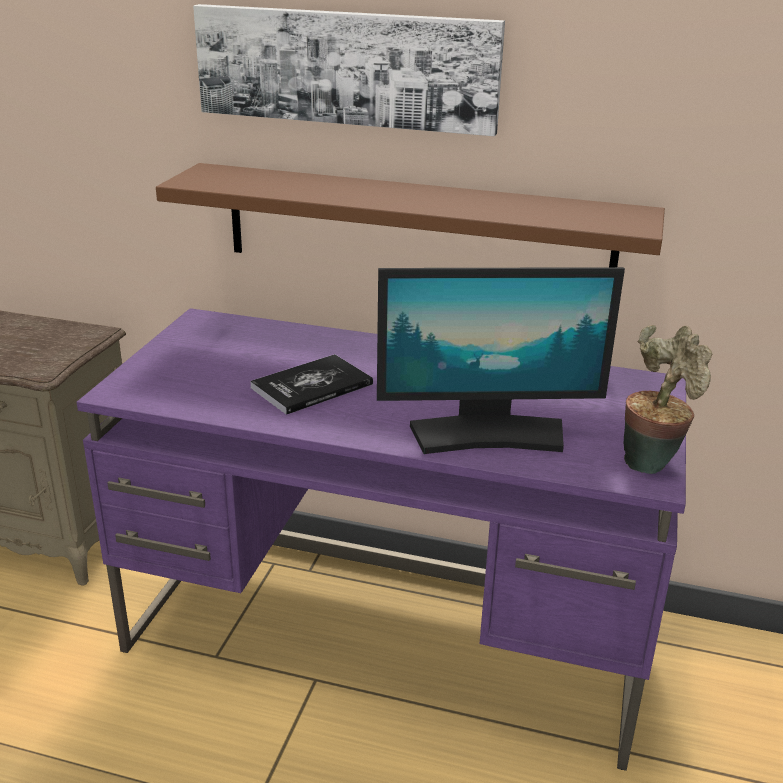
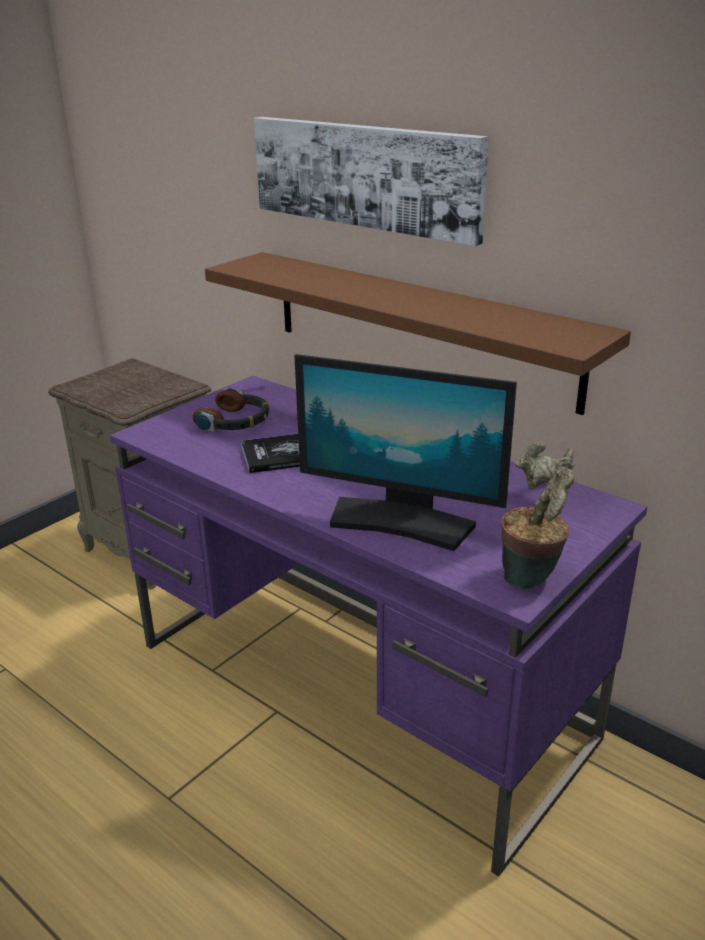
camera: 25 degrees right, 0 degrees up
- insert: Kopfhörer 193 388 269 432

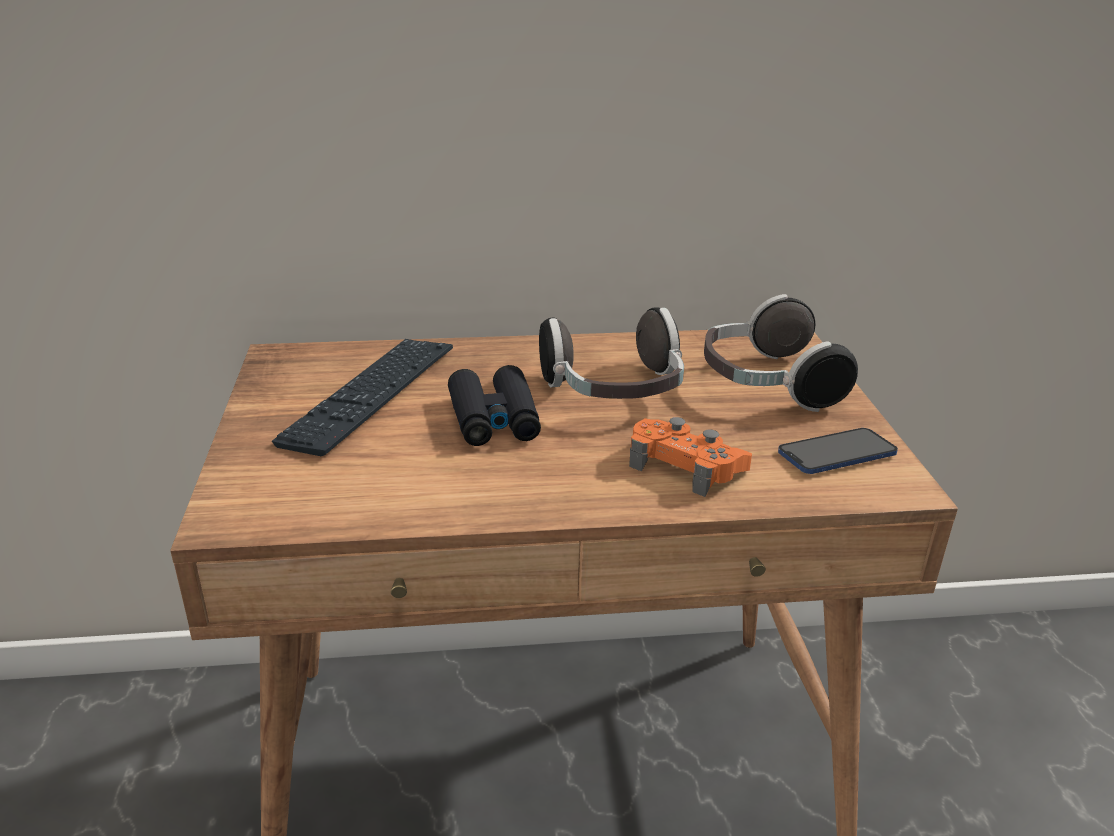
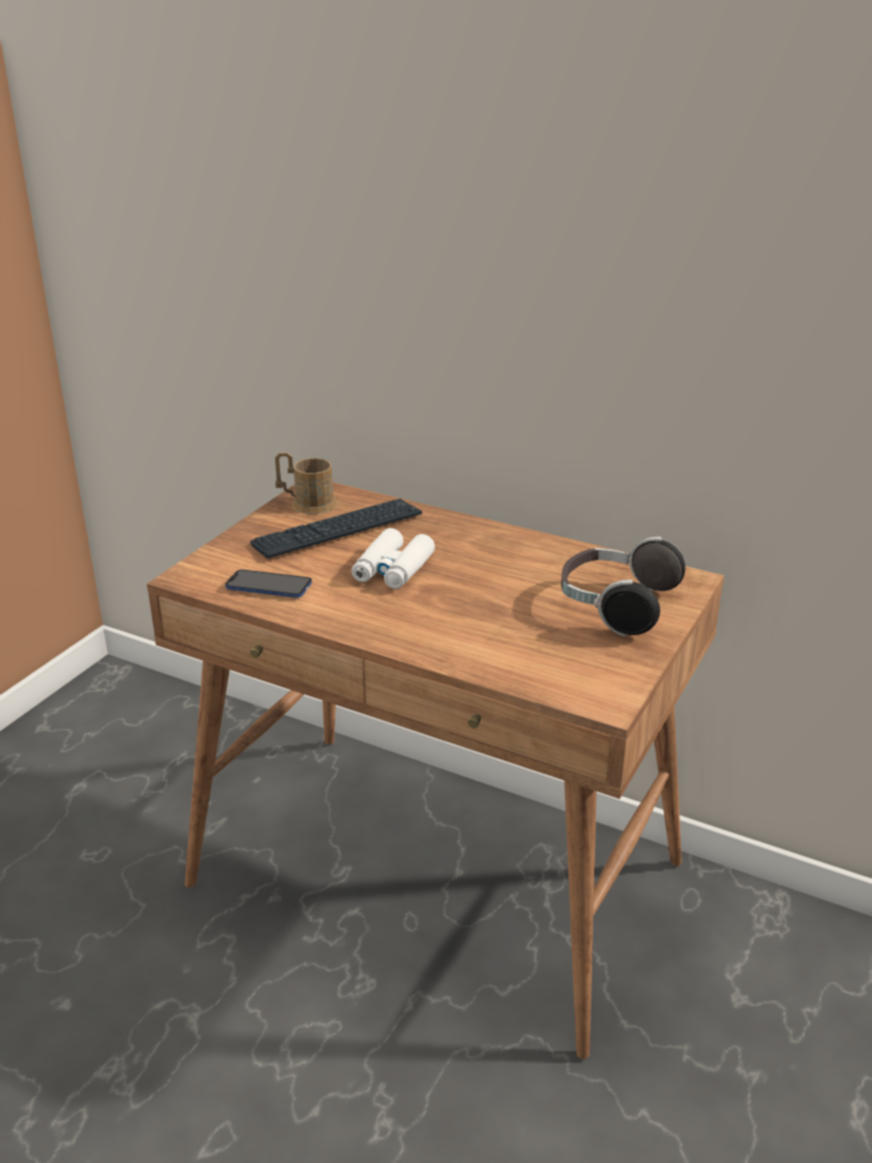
camera: 35 degrees right, 0 degrees up
- recolor: Fernglas/schwarz 448 365 541 446 to Fernglas/weiß 352 528 435 589
- delete: Kopfhörer 539 307 684 399
- delete: Gamepad/orange 629 417 752 497
- move: Handy 778 428 898 474 to 225 570 312 598
- insert: Henkelbecher/braun 275 452 338 514

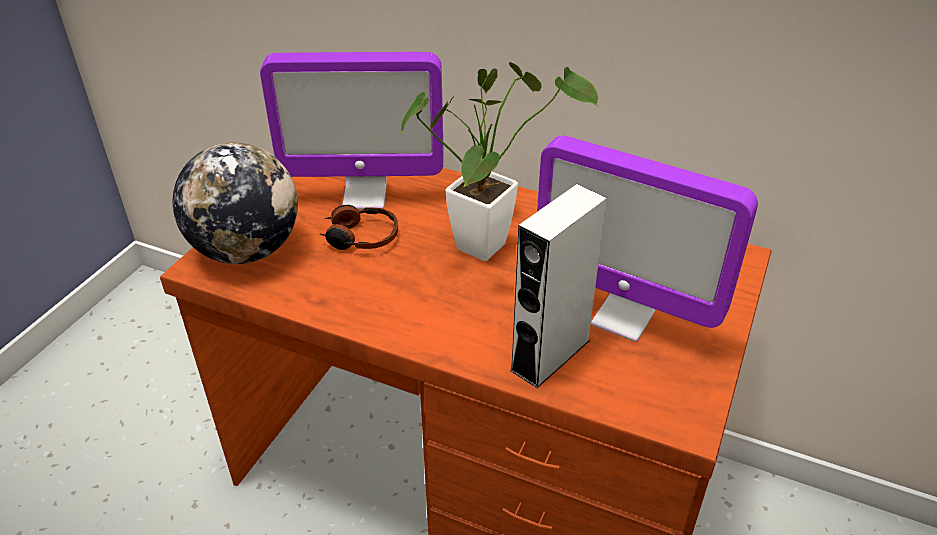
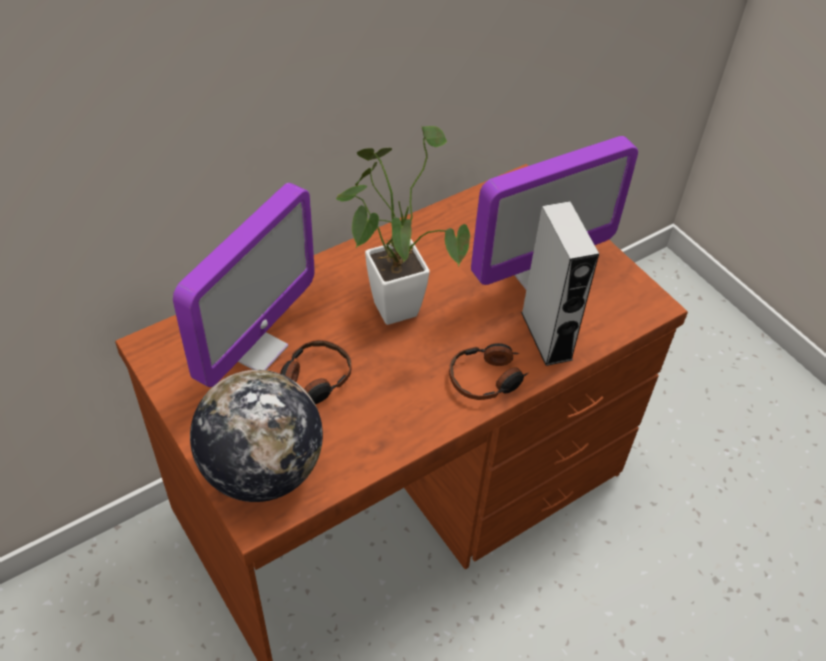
camera: 60 degrees left, 10 degrees up
- insert: Kopfhörer 449 343 528 400

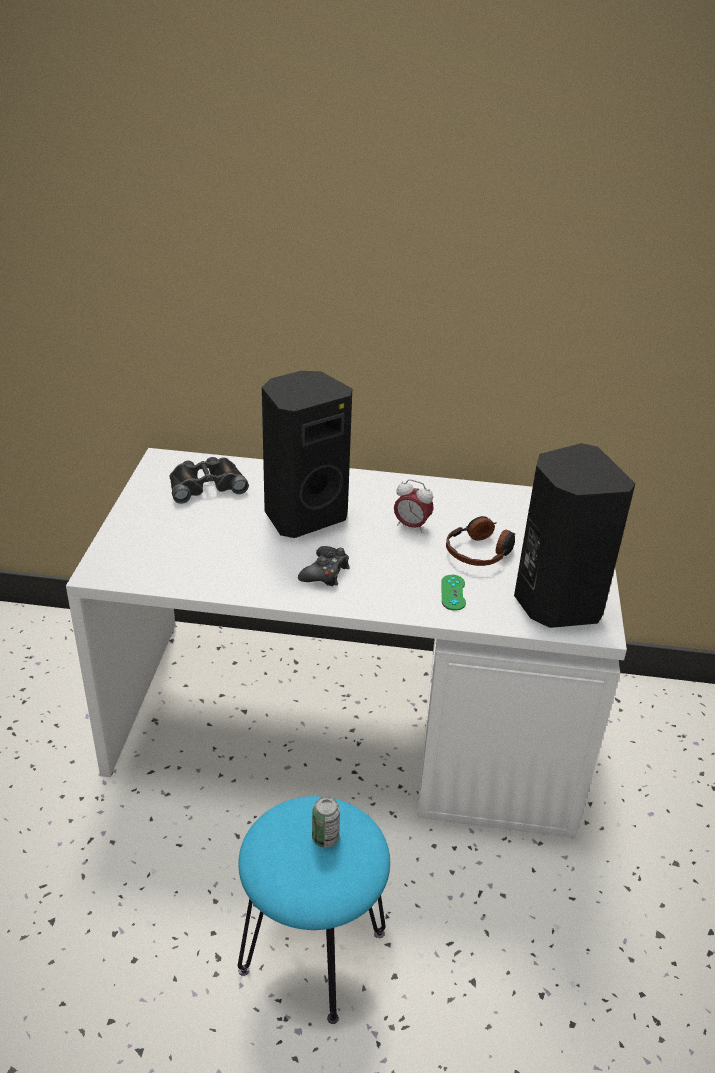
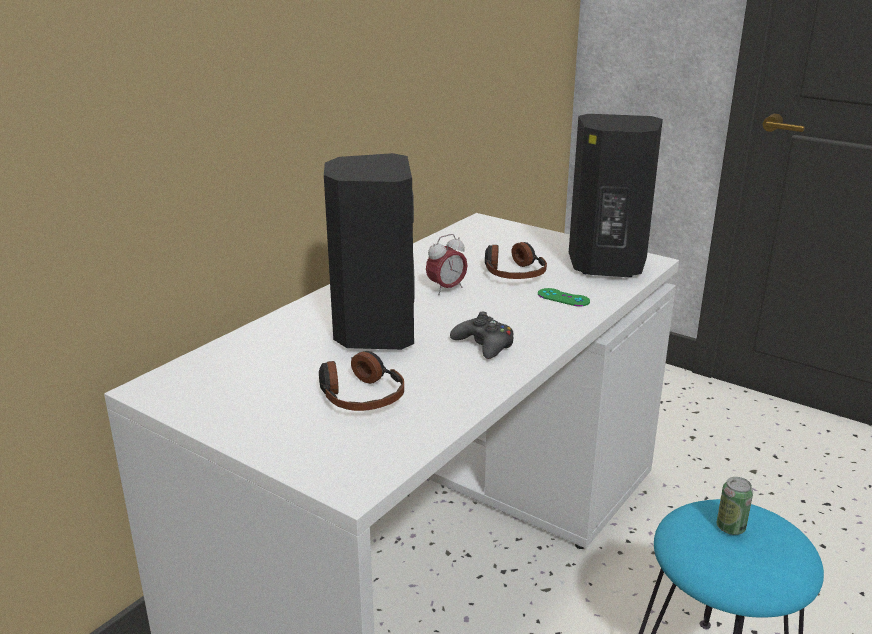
camera: 60 degrees left, 10 degrees down
- delete: Fernglas/schwarz 169 457 249 504
- insert: Kopfhörer 319 351 404 411

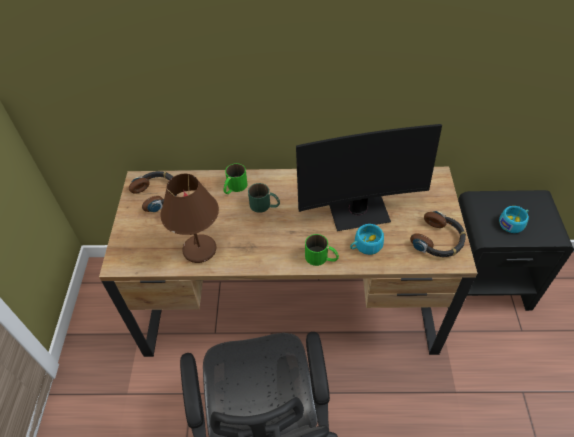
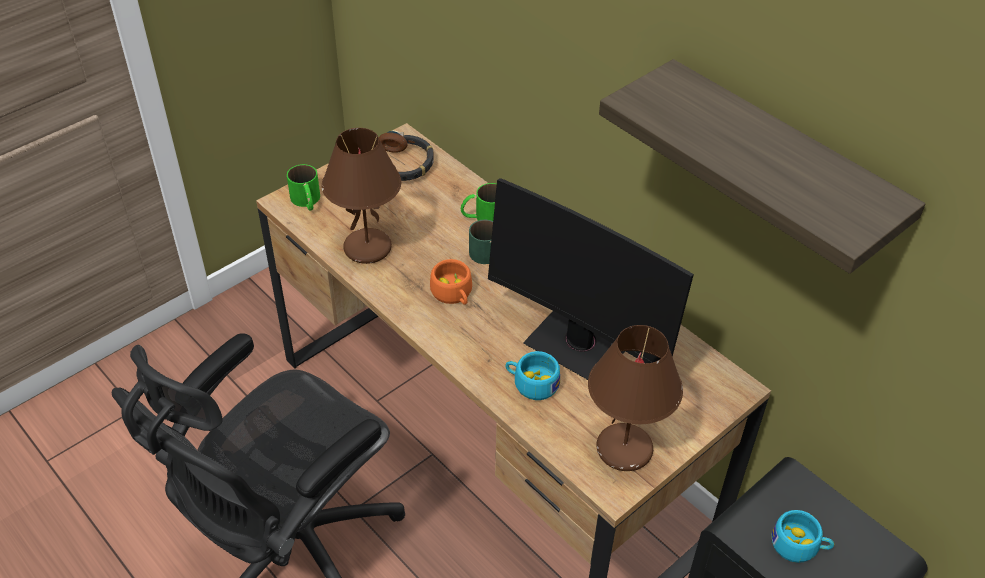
camera: 45 degrees right, 5 degrees down
- move: Henkelbecher/grün 305 234 339 266 to 287 164 320 211
- replace: Kopfhörer 410 211 466 257 to Tischlampe/braun 588 325 683 471
- insert: Tasse/orange 430 259 472 305
- insert: Wandregal 599 59 926 274

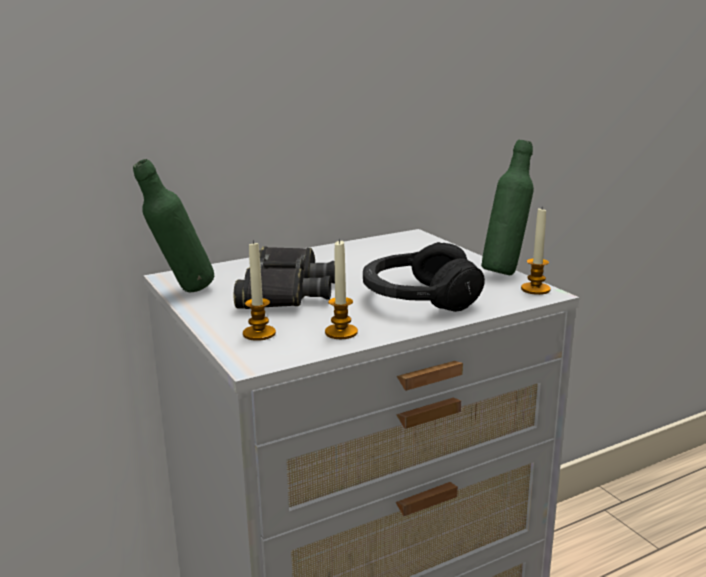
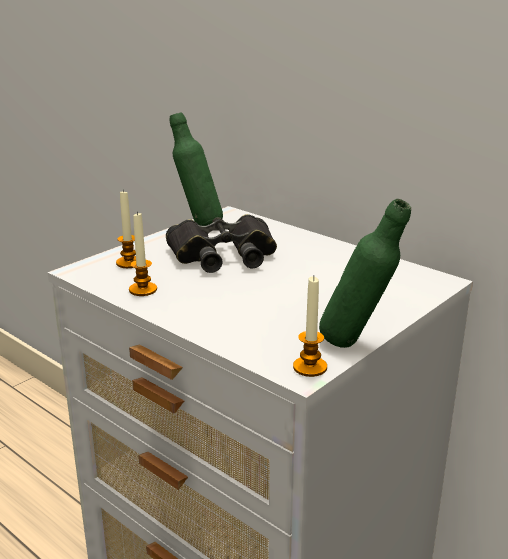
camera: 70 degrees right, 5 degrees up
- delete: Kopfhörer/schwarz 363 242 485 312

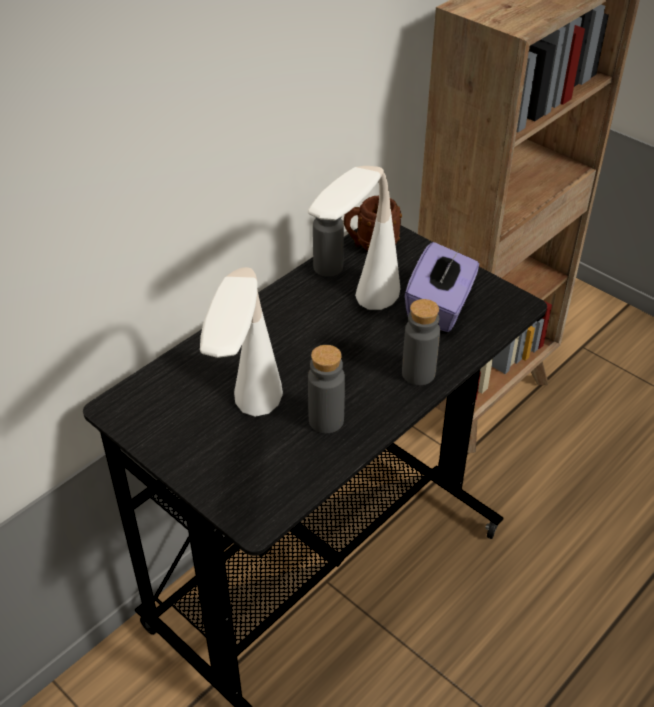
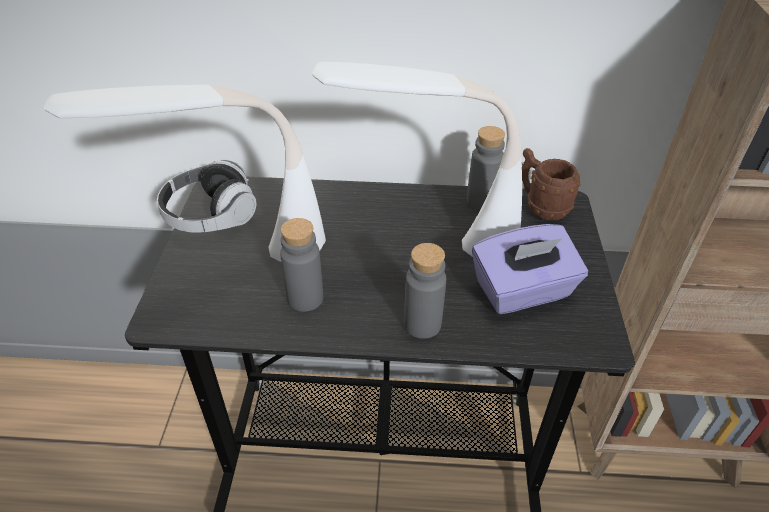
camera: 50 degrees right, 0 degrees up
- insert: Kopfhörer 157 160 256 233

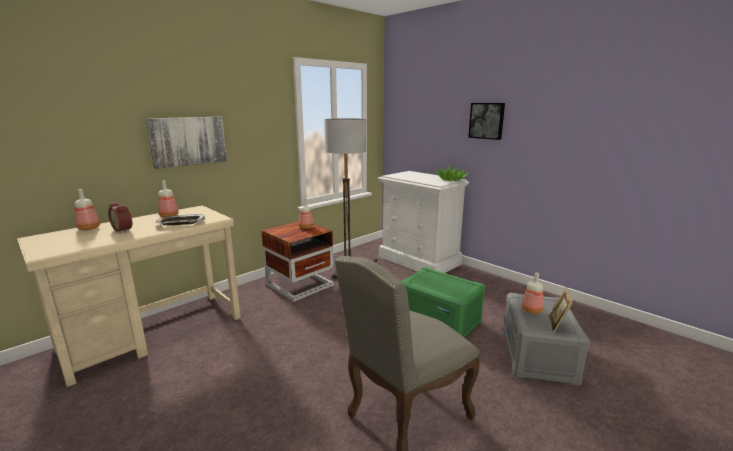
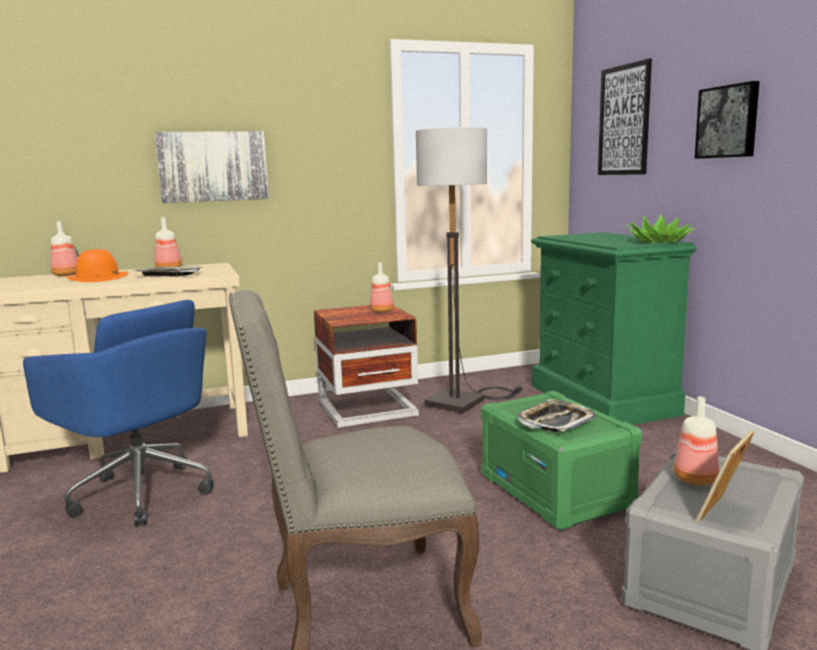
camera: 25 degrees right, 5 degrees down
- replace: Wecker 108 202 132 232 to Hut/orange 66 249 129 282
- recolor: Kommode/weiß 378 171 469 273 to Kommode/grün 531 232 697 425
- insert: Bürostuhl/blau 23 300 214 526
- insert: Tablett 518 399 596 432
- insert: Bild 598 58 652 175

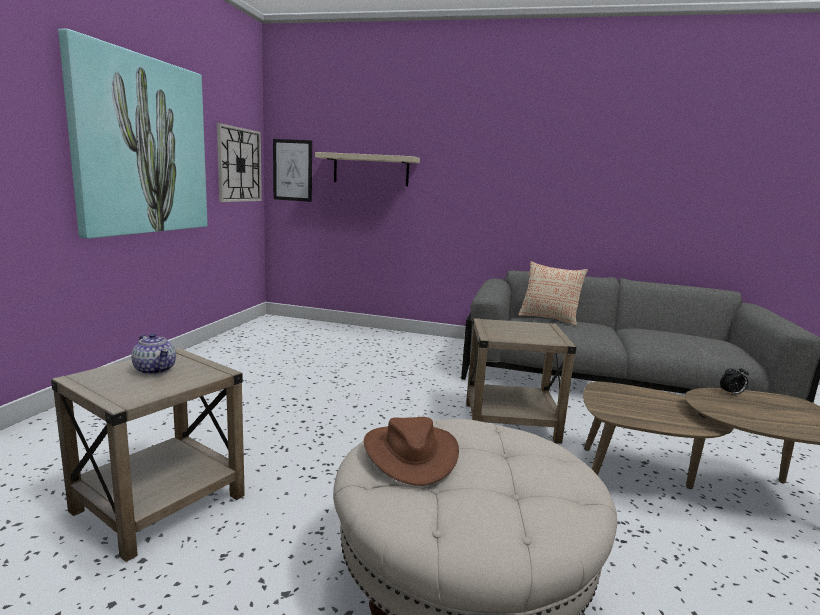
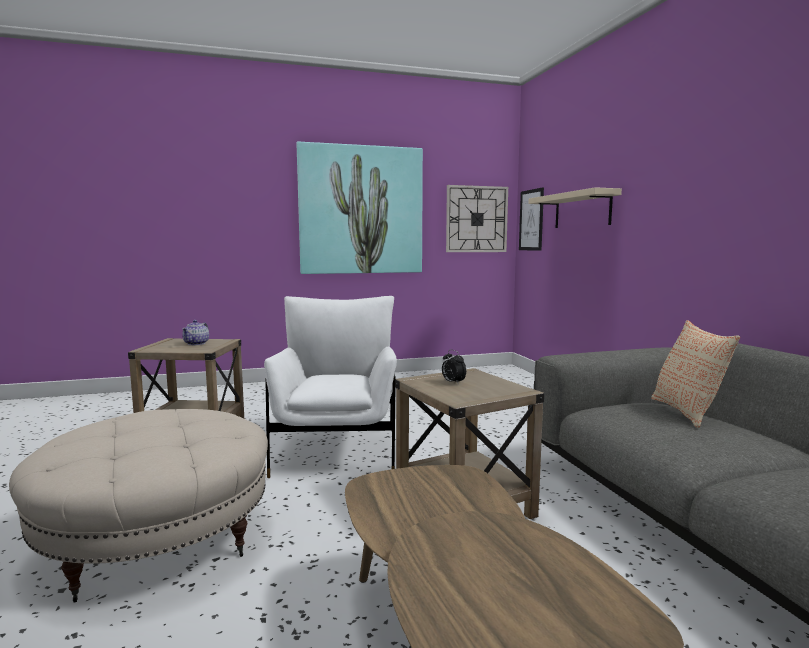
camera: 60 degrees right, 5 degrees down
- delete: Hut/braun 364 417 459 486
- move: Wecker 720 365 749 394 to 442 350 466 385
- insert: Sessel/weiß 264 296 397 478

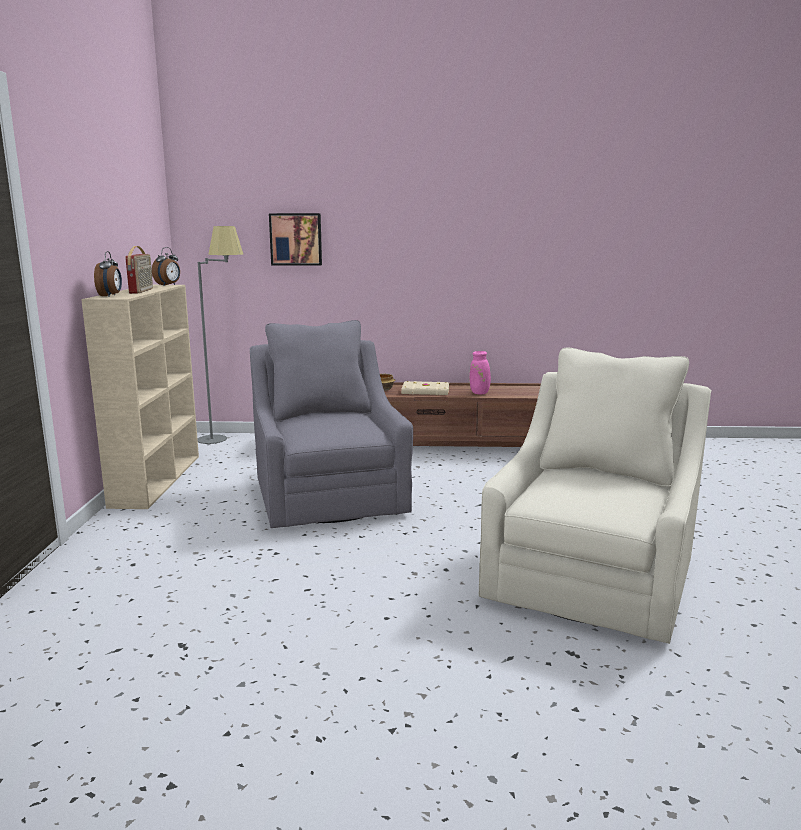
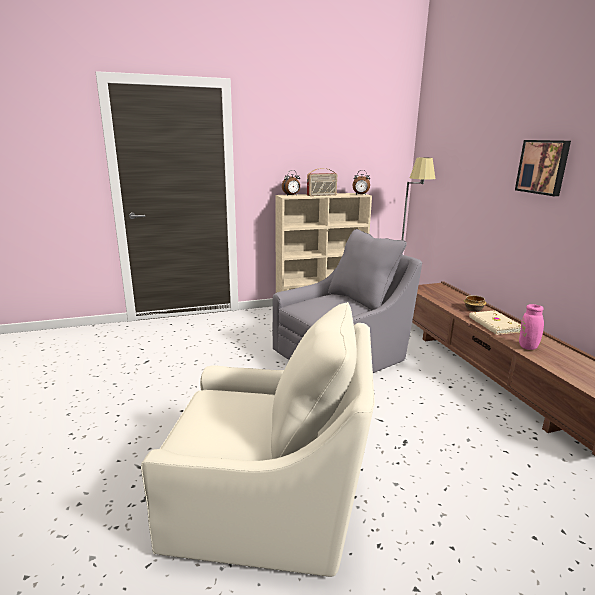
camera: 70 degrees right, 5 degrees up
- move: Bild 269 213 322 265 to 515 140 571 196

